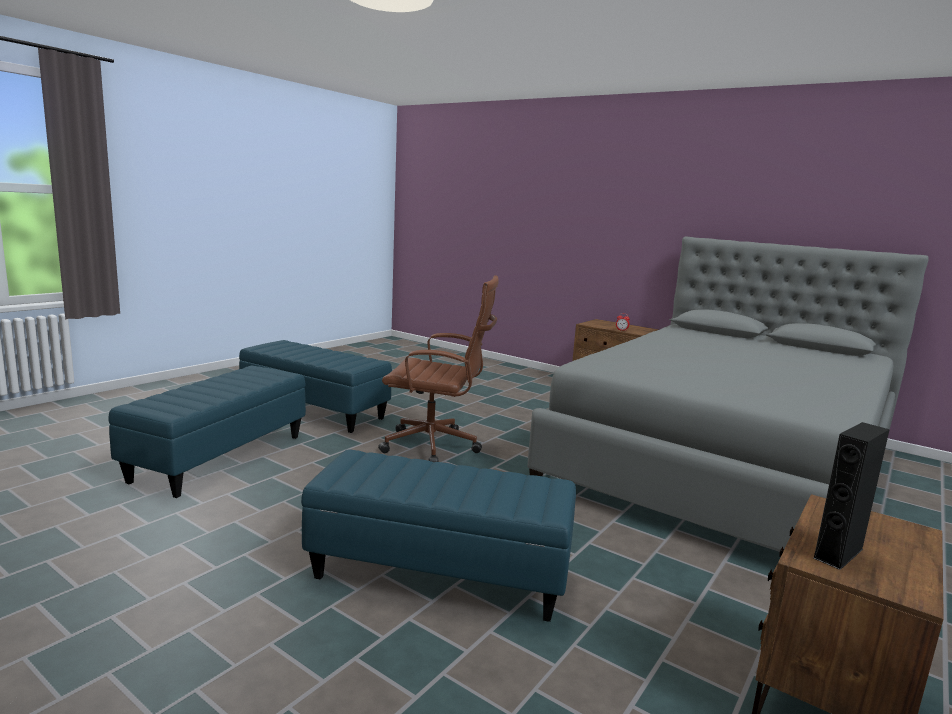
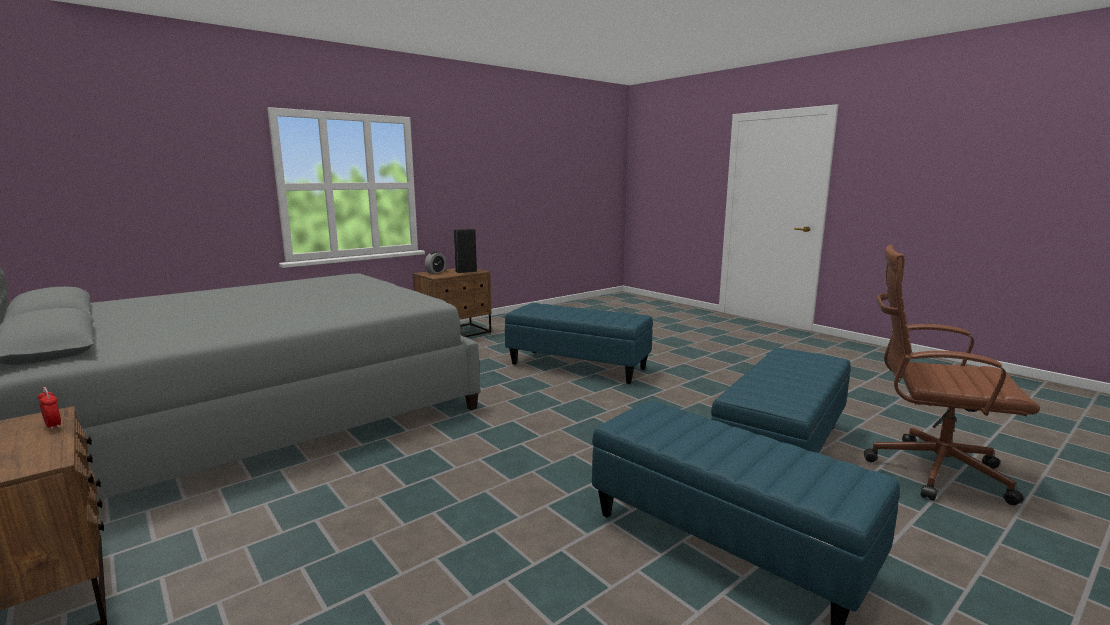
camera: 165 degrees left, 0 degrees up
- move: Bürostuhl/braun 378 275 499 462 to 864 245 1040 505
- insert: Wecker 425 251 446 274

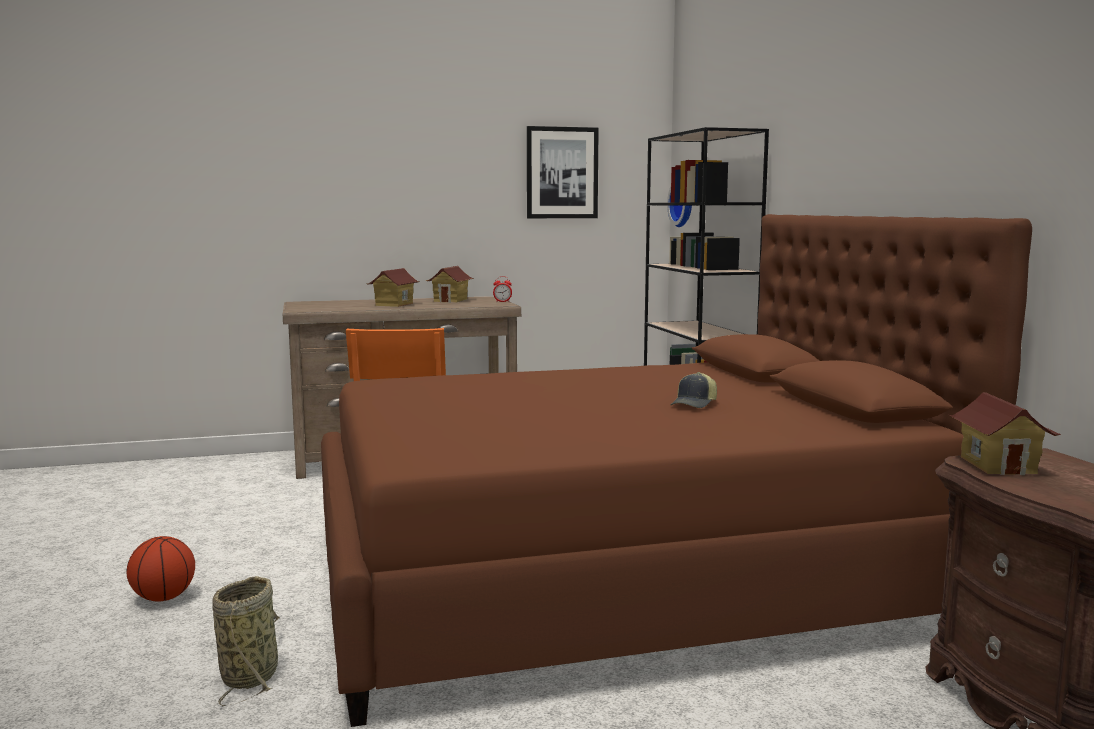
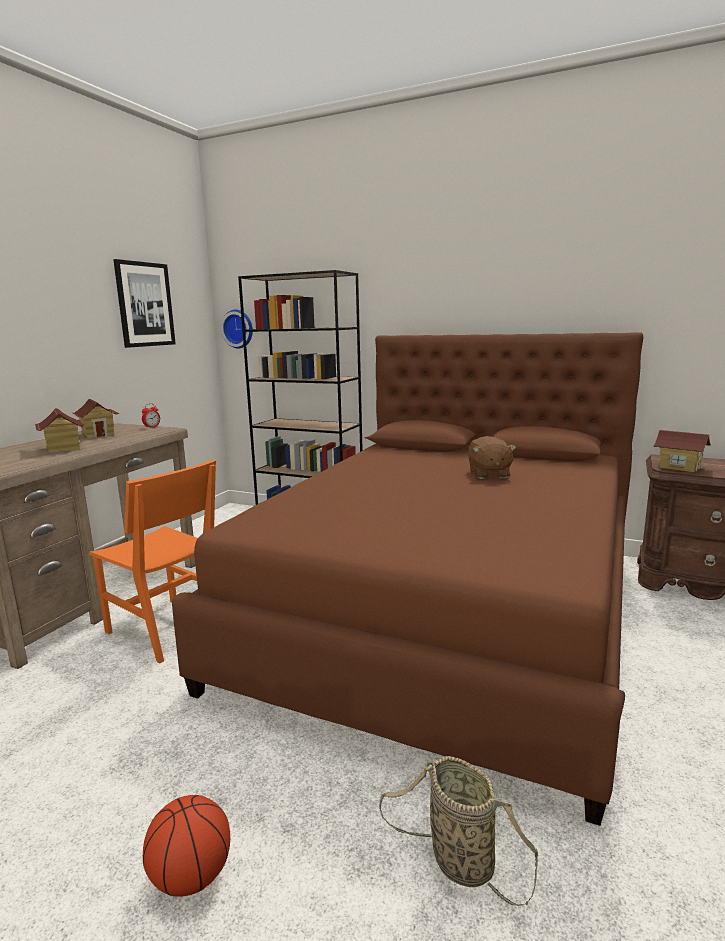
camera: 50 degrees left, 5 degrees up
- replace: Kappe 670 372 717 408 to Plüschtier/braun 468 436 516 479

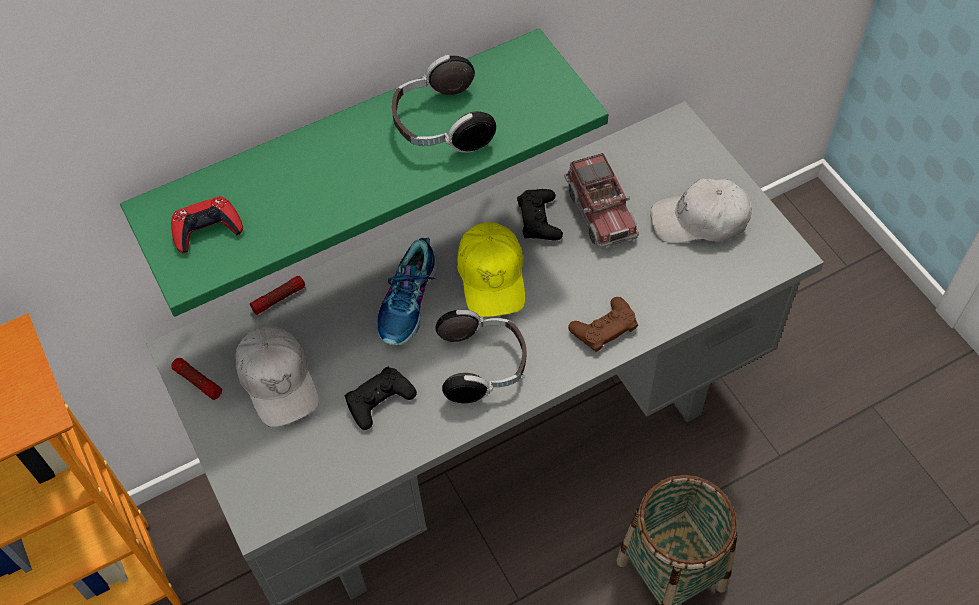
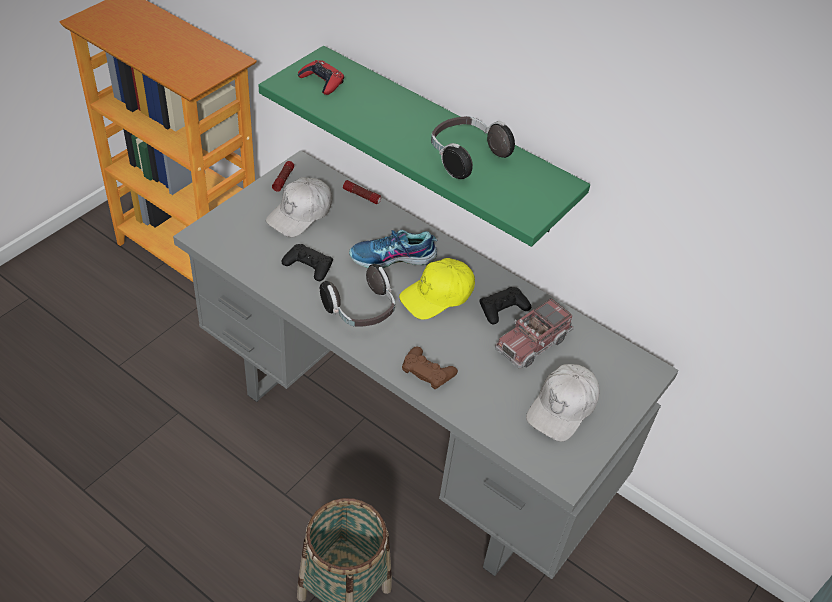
camera: 60 degrees right, 10 degrees down
- rotate: Kappe/weiß 651 179 752 243 = 526 364 600 441 120 degrees counterclockwise

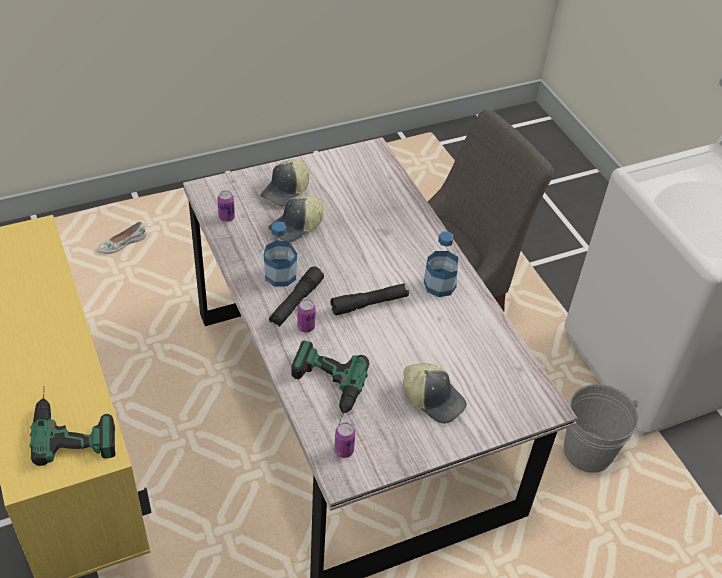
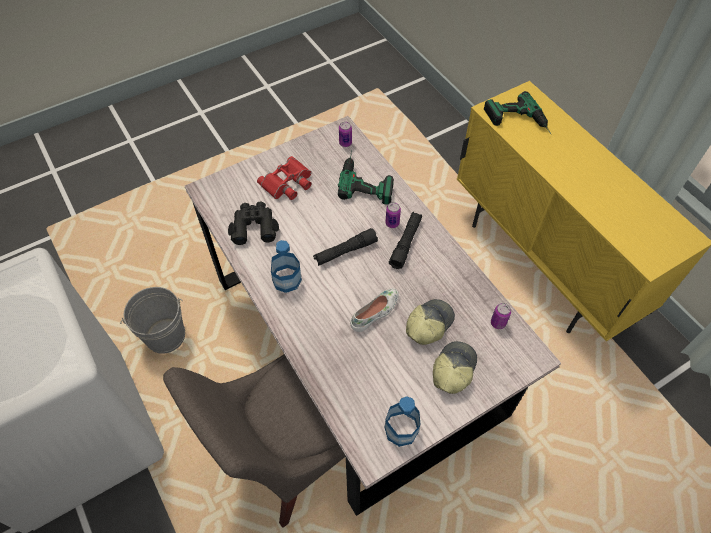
camera: 175 degrees right, 10 degrees up
- move: Schuh/weiß 98 221 147 254 to 350 288 399 332
- move: Flasche 264 221 297 287 to 385 396 421 447
- replace: Kappe 403 363 467 424 to Fernglas/rot 257 156 311 200
- insert: Fernglas/schwarz 228 202 279 245

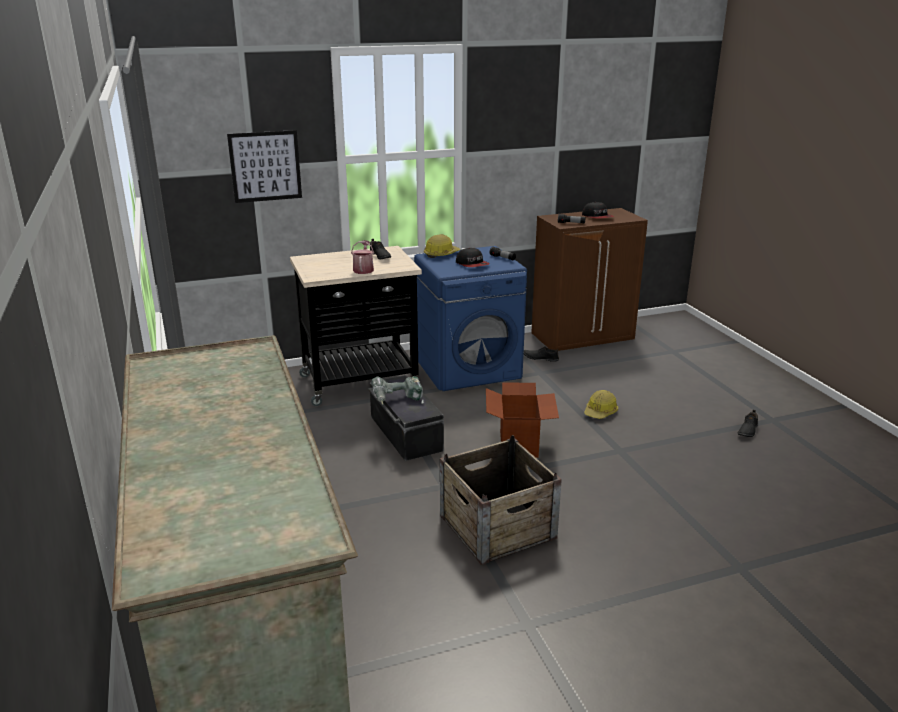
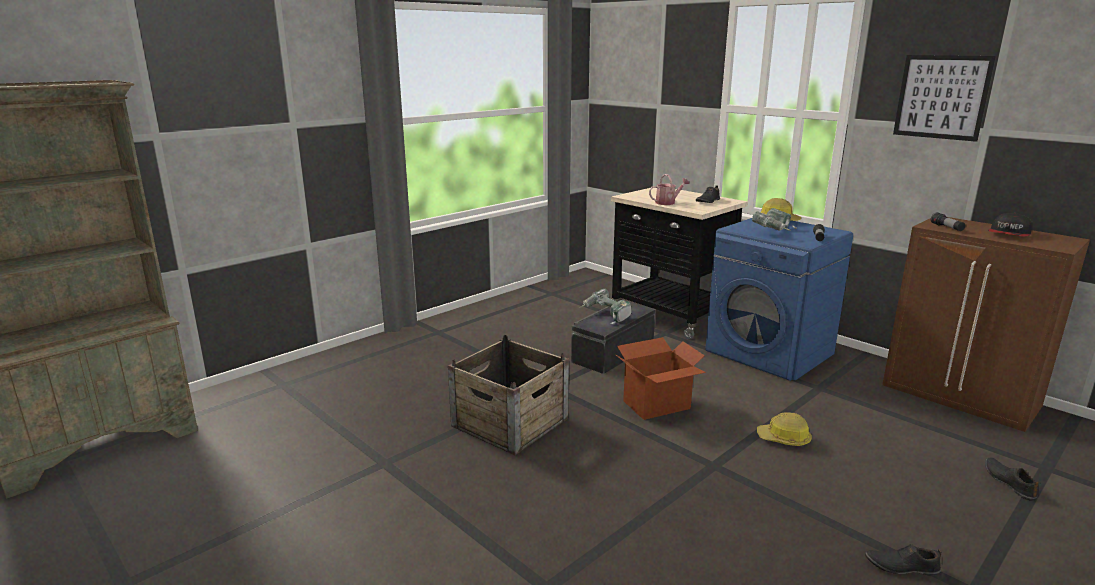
camera: 65 degrees right, 5 degrees down
- move: Bild 227 130 302 203 to 893 55 996 142
- replace: Kappe 456 248 490 267 to Bohrmaschine 752 208 797 231
- move: Schuh/schwarz 524 346 559 362 to 985 457 1039 501

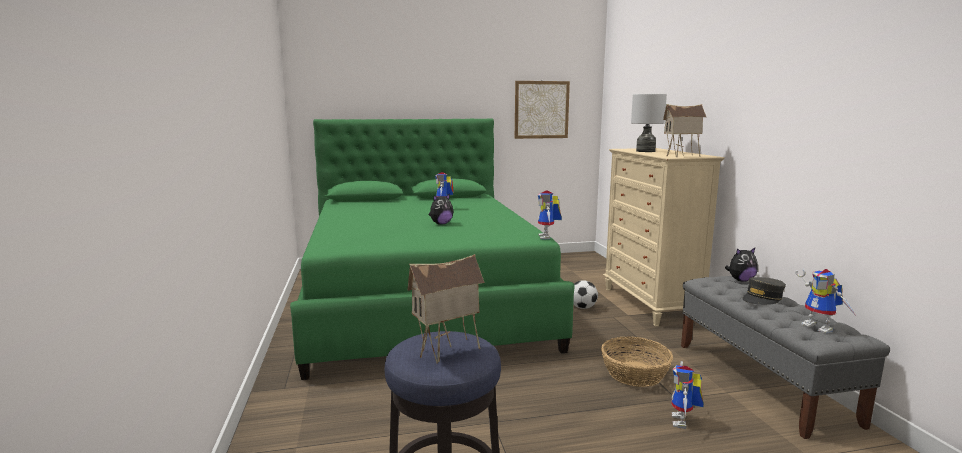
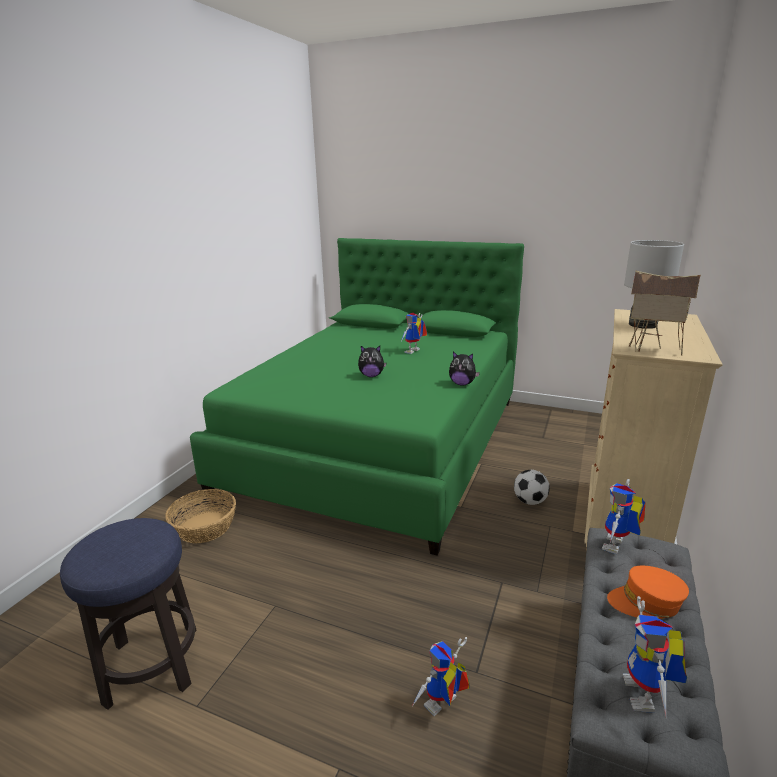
camera: 35 degrees right, 10 degrees up
- delete: Spielzeughaus 408 254 485 364
- delete: Bild 515 81 570 139
- move: Spielzeugroboter 538 191 562 240 to 602 479 646 554
- move: Korb 601 337 673 387 to 165 489 236 543
- move: Plüschtier 725 248 758 282 to 449 352 480 385
- recolor: Kappe/grau 742 277 786 305 to Kappe/orange 607 566 689 619

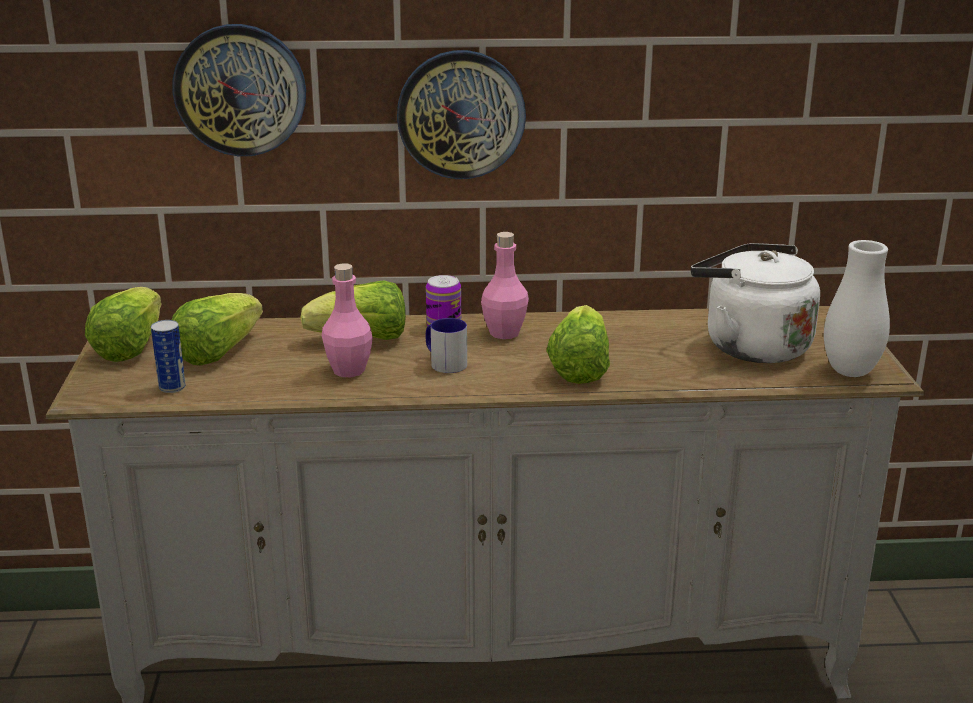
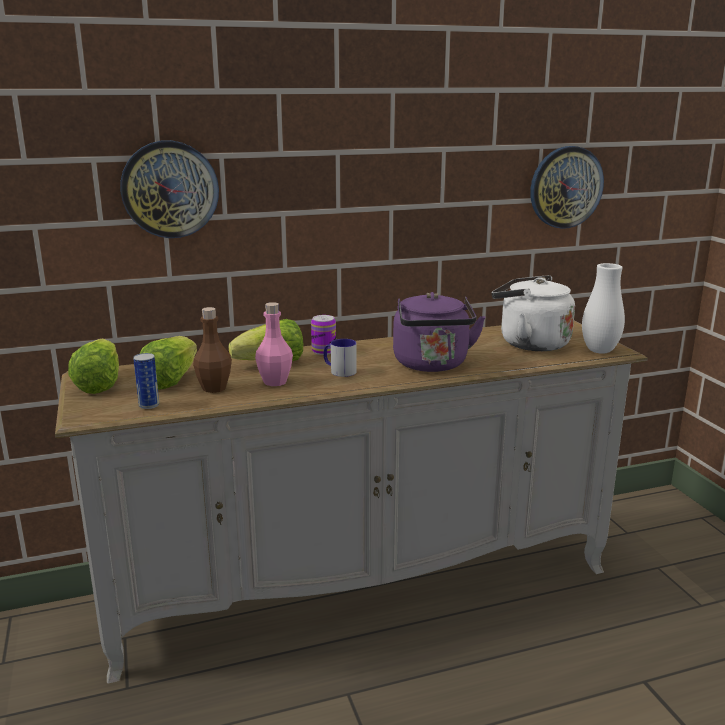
camera: 15 degrees left, 5 degrees down
- move: Wanduhr 397 50 526 179 to 530 146 604 229
- delete: Flasche/rosa 481 232 529 339
- replace: Salatkopf 546 305 610 384 to Wasserkessel/lila 393 292 486 372
- insert: Flasche/braun 193 307 232 393

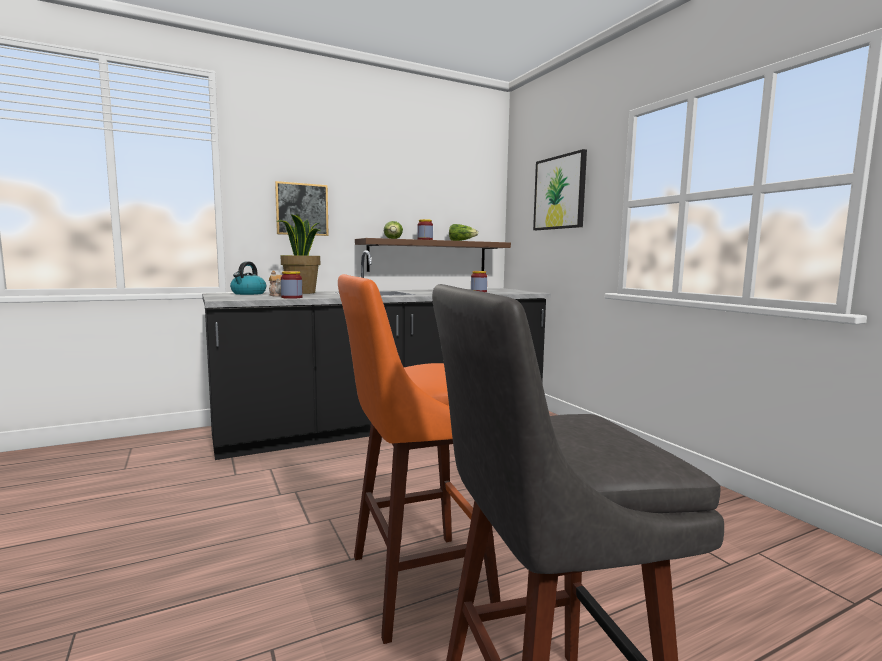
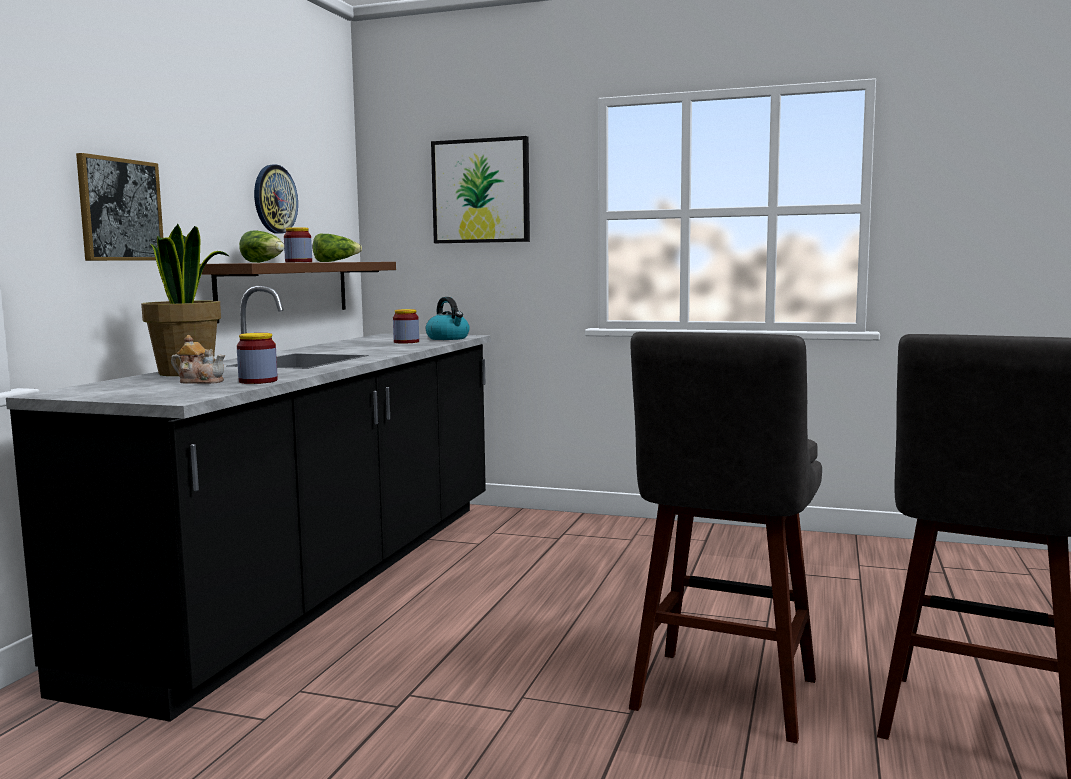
camera: 45 degrees left, 0 degrees up
- move: Wasserkessel 230 261 266 295 to 426 297 470 340
- recolor: Hocker/orange 338 274 501 644 to Hocker/grau 629 332 822 743
- insert: Wanduhr 254 164 298 234

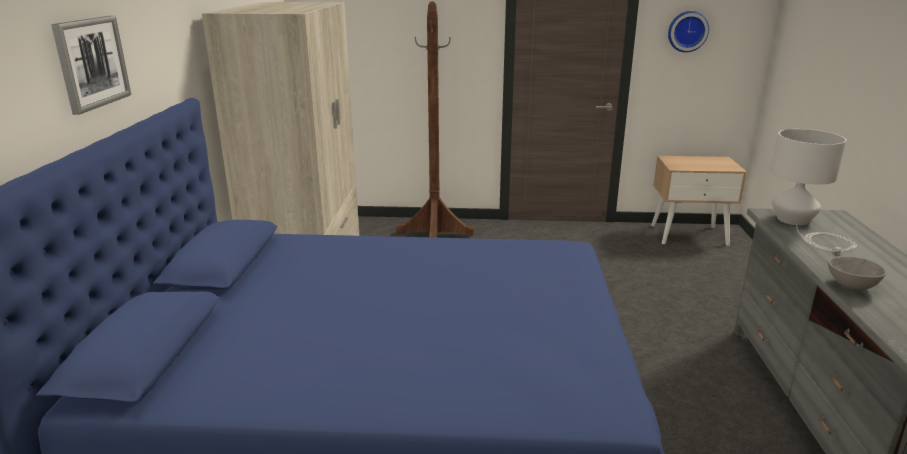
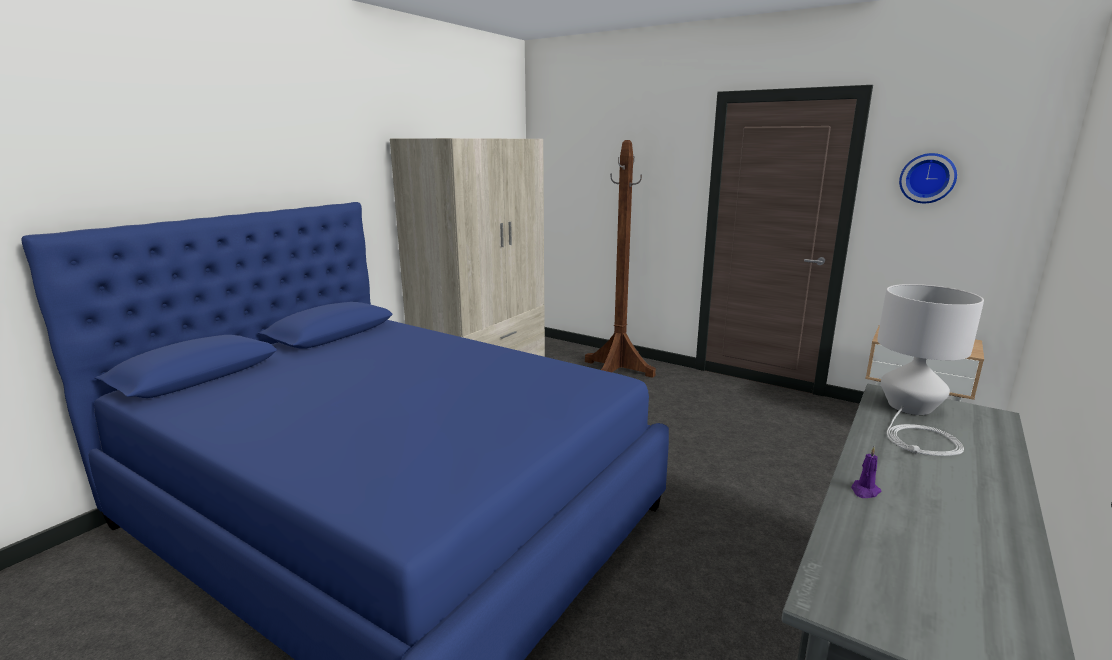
camera: 30 degrees right, 5 degrees down
- delete: Bild 51 16 131 115
- replace: Schüssel/grau 828 256 886 290 to Kerze/lila 851 447 882 498

